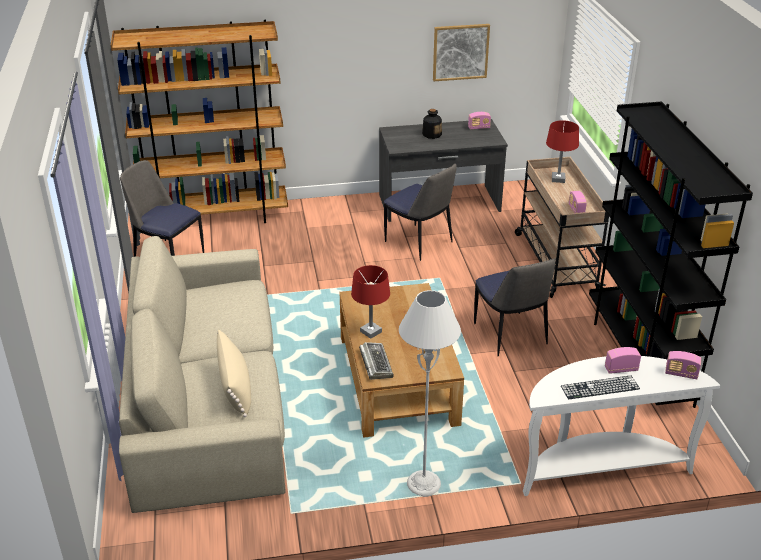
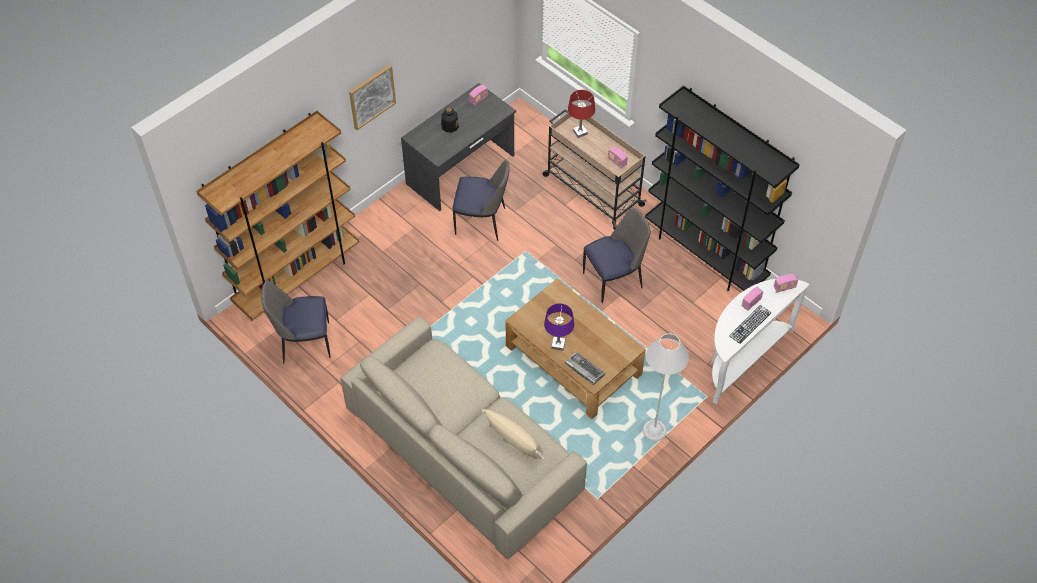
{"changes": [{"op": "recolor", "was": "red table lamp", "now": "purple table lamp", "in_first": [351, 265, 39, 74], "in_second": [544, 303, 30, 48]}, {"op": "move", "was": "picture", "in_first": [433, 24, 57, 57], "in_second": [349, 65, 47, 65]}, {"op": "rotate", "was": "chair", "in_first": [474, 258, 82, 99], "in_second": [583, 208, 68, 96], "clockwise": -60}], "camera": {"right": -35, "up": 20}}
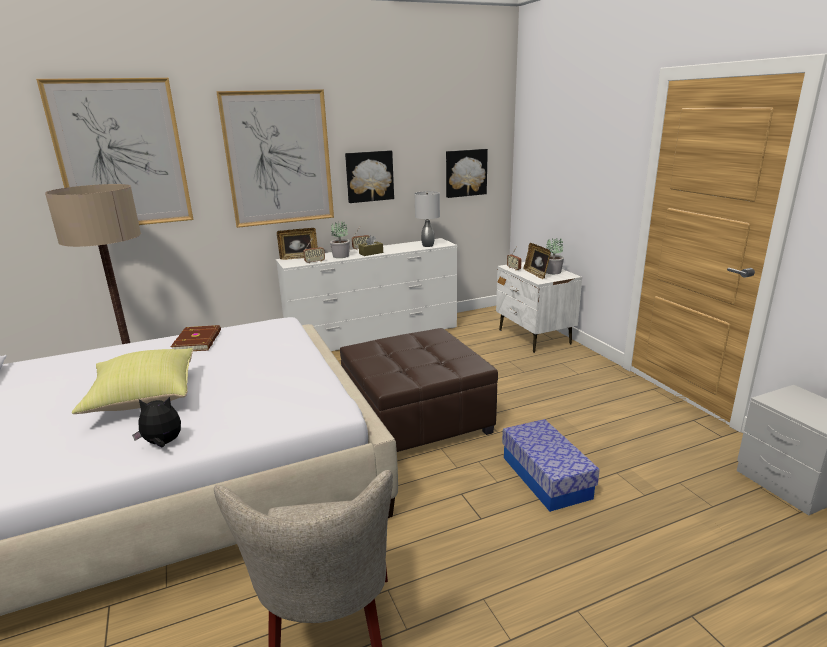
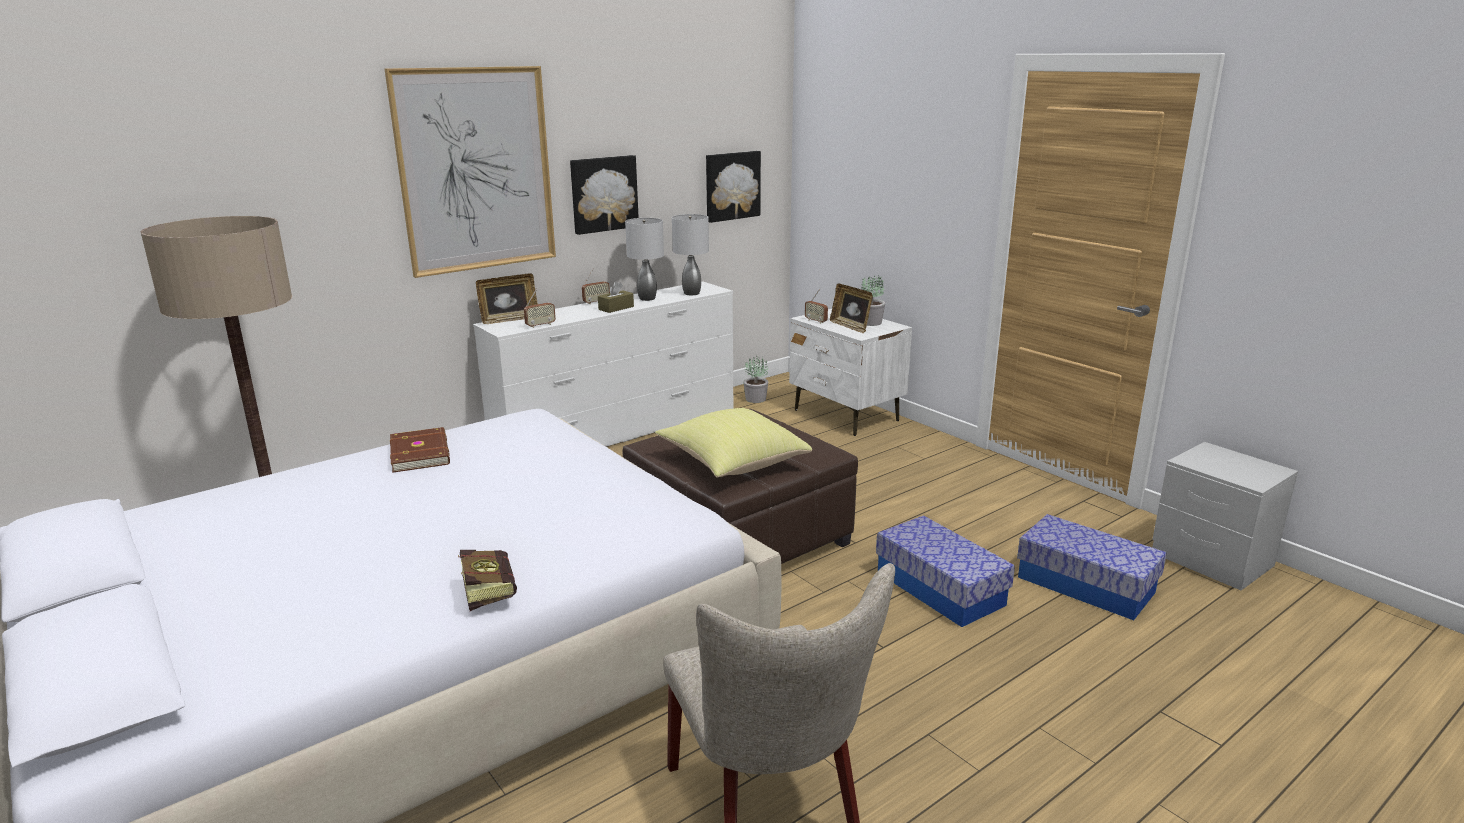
{"changes": [{"op": "delete", "was": "picture", "in_first": [36, 78, 157, 147]}, {"op": "move", "was": "yellow pillow", "in_first": [72, 348, 121, 66], "in_second": [655, 408, 157, 70]}, {"op": "replace", "was": "plush toy", "now": "book", "in_first": [132, 397, 49, 50], "in_second": [458, 550, 59, 61]}, {"op": "move", "was": "potted plant", "in_first": [330, 222, 20, 36], "in_second": [743, 357, 25, 46]}, {"op": "insert", "now": "grey table lamp", "in_second": [625, 218, 39, 83]}, {"op": "insert", "now": "storage box", "in_second": [1017, 514, 150, 106]}], "camera": {"right": -15, "up": 0}}
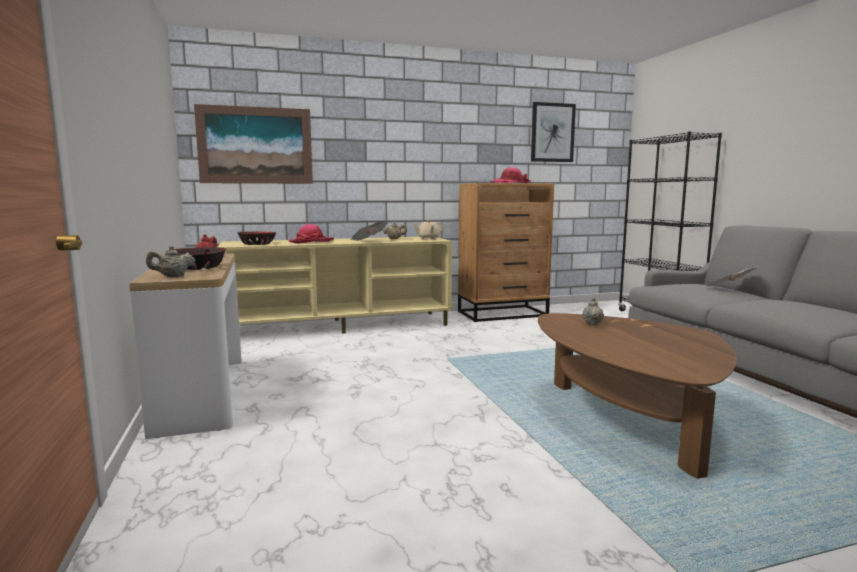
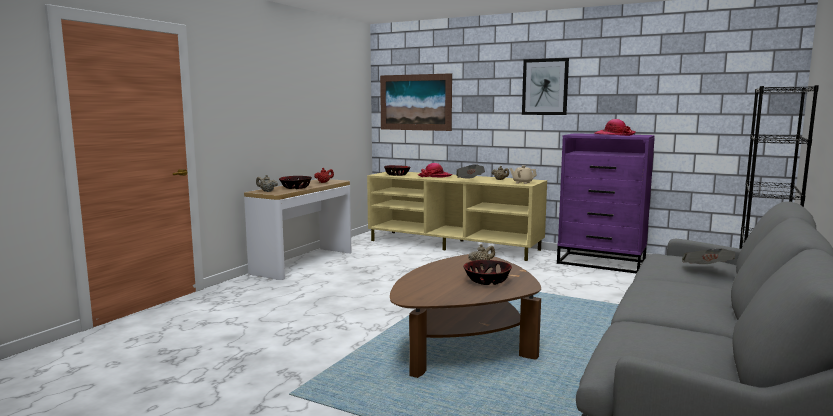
{"changes": [{"op": "recolor", "was": "brown dresser", "now": "purple dresser", "in_first": [458, 183, 96, 139], "in_second": [557, 133, 98, 141]}, {"op": "move", "was": "picture", "in_first": [531, 102, 45, 60], "in_second": [522, 58, 47, 57]}, {"op": "insert", "now": "bowl", "in_second": [464, 260, 48, 25]}], "camera": {"right": 45, "up": 0}}
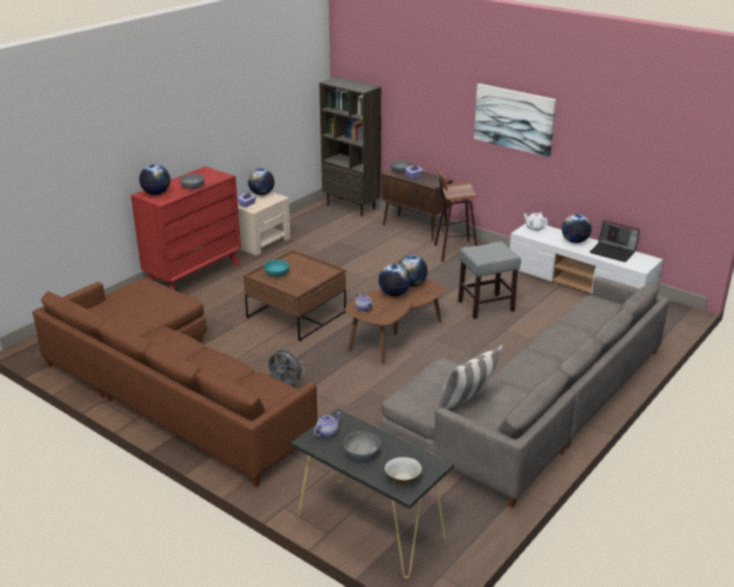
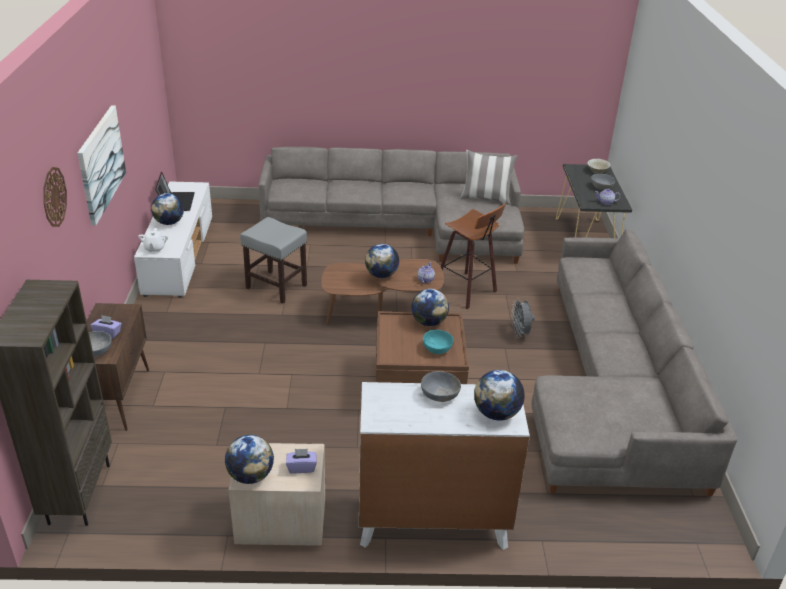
{"changes": [{"op": "recolor", "was": "brown sofa", "now": "grey sofa", "in_first": [32, 278, 286, 209], "in_second": [531, 229, 206, 267]}, {"op": "recolor", "was": "red dresser", "now": "white dresser", "in_first": [131, 166, 110, 124], "in_second": [359, 382, 171, 168]}, {"op": "move", "was": "globe", "in_first": [398, 255, 30, 32], "in_second": [411, 289, 38, 37]}, {"op": "move", "was": "stool", "in_first": [434, 166, 44, 96], "in_second": [440, 204, 66, 105]}, {"op": "insert", "now": "wall clock", "in_second": [44, 167, 23, 60]}], "camera": {"right": -130, "up": 5}}
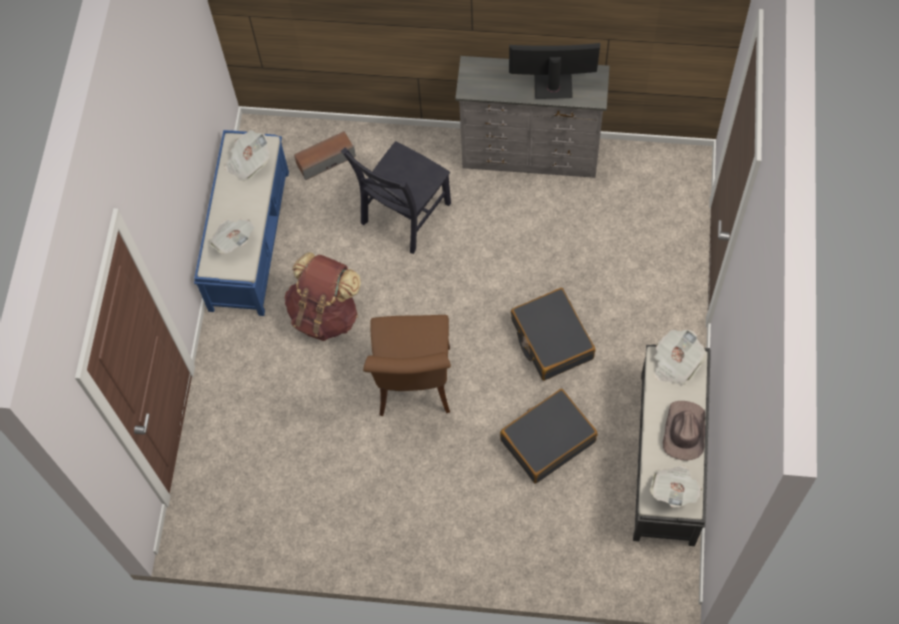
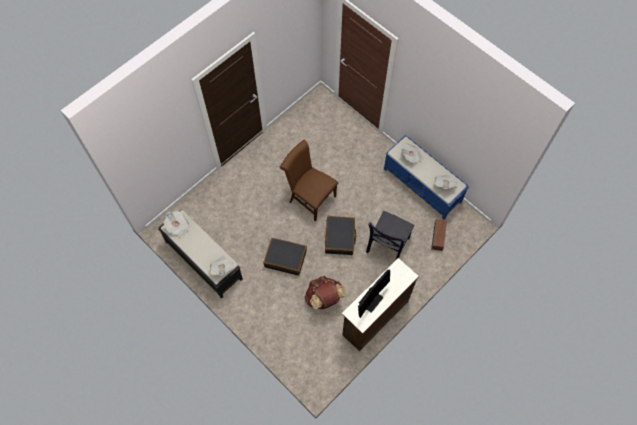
{"changes": [{"op": "move", "was": "brown backpack", "in_first": [285, 252, 76, 89], "in_second": [305, 276, 41, 33]}, {"op": "rotate", "was": "black chair", "in_first": [341, 141, 110, 113], "in_second": [366, 211, 48, 48], "clockwise": -135}, {"op": "recolor", "was": "grey dresser", "now": "brown dresser", "in_first": [455, 56, 155, 122], "in_second": [342, 258, 77, 93]}, {"op": "move", "was": "black suitcase", "in_first": [500, 389, 98, 95], "in_second": [325, 216, 31, 39]}, {"op": "delete", "was": "brown hat", "in_first": [663, 401, 42, 60]}], "camera": {"right": 125, "up": 0}}
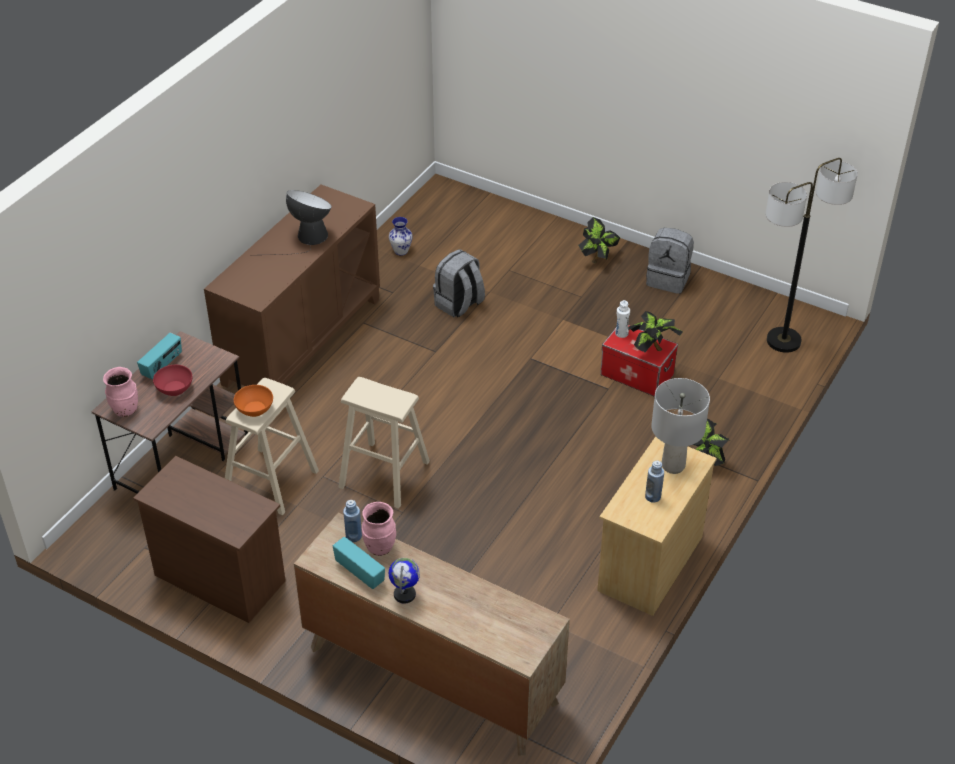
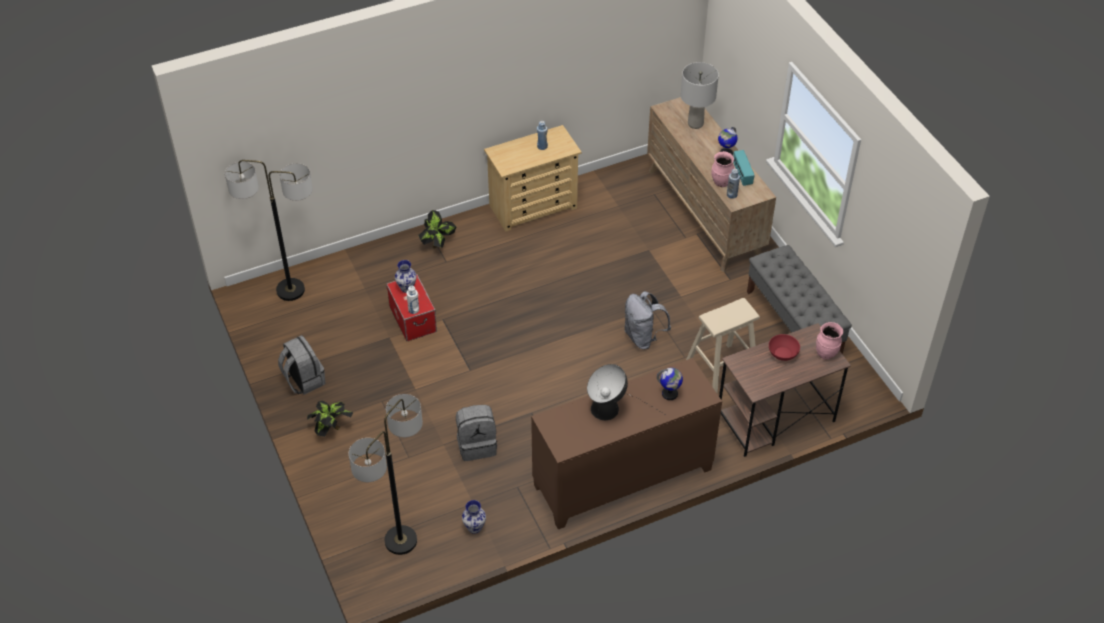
{"changes": [{"op": "replace", "was": "brown dresser", "now": "grey bench", "in_first": [133, 456, 153, 167], "in_second": [747, 245, 105, 109]}, {"op": "delete", "was": "radio", "in_first": [137, 333, 45, 47]}, {"op": "delete", "was": "orange bowl", "in_first": [234, 385, 39, 32]}, {"op": "replace", "was": "beige stool", "now": "grey backpack", "in_first": [338, 377, 92, 132], "in_second": [625, 291, 46, 58]}, {"op": "replace", "was": "potted plant", "now": "vase", "in_first": [628, 311, 55, 41], "in_second": [395, 260, 21, 33]}, {"op": "move", "was": "grey table lamp", "in_first": [651, 378, 59, 96], "in_second": [681, 62, 38, 67]}, {"op": "insert", "now": "floor lamp", "in_second": [349, 394, 74, 161]}, {"op": "insert", "now": "globe", "in_second": [657, 368, 26, 32]}], "camera": {"right": -145, "up": 5}}
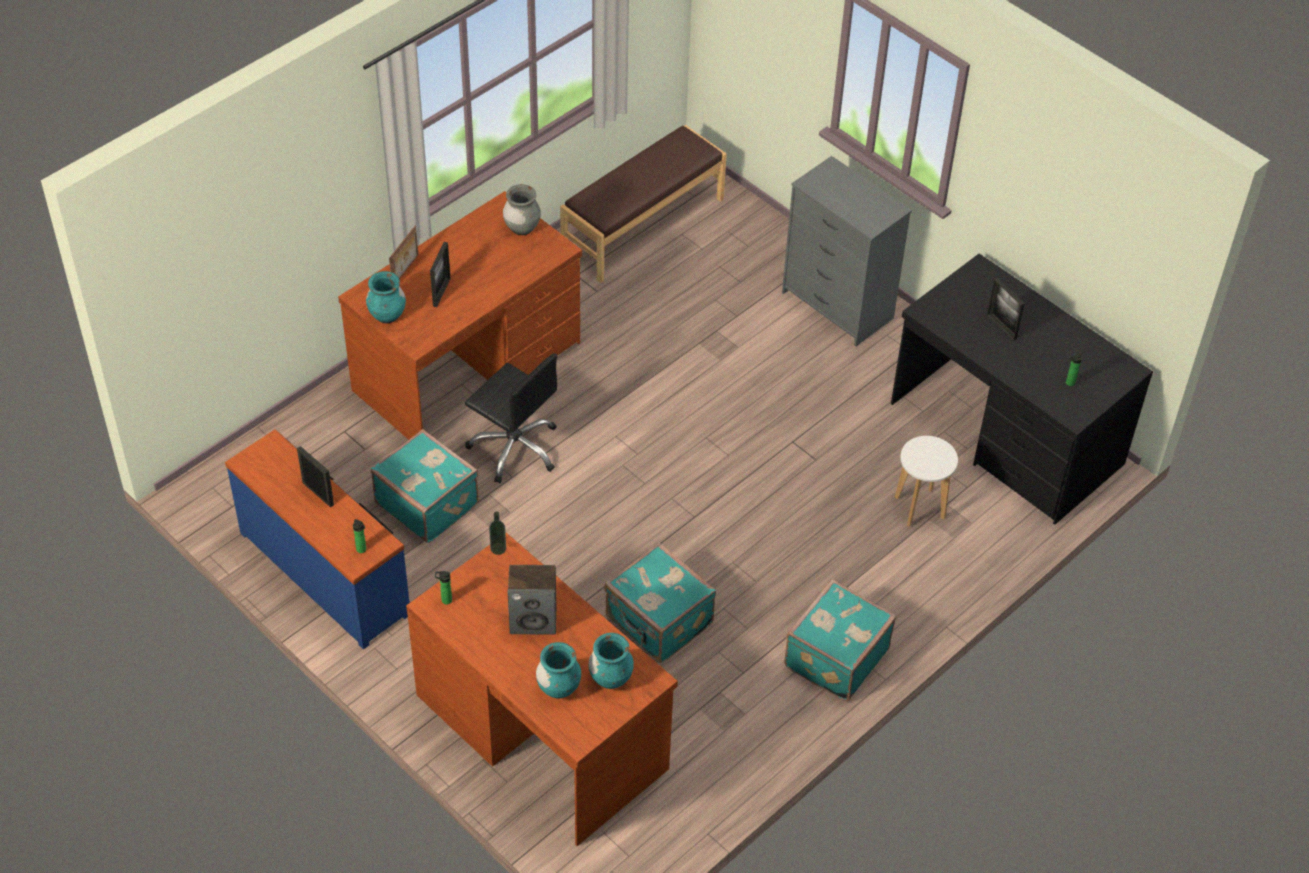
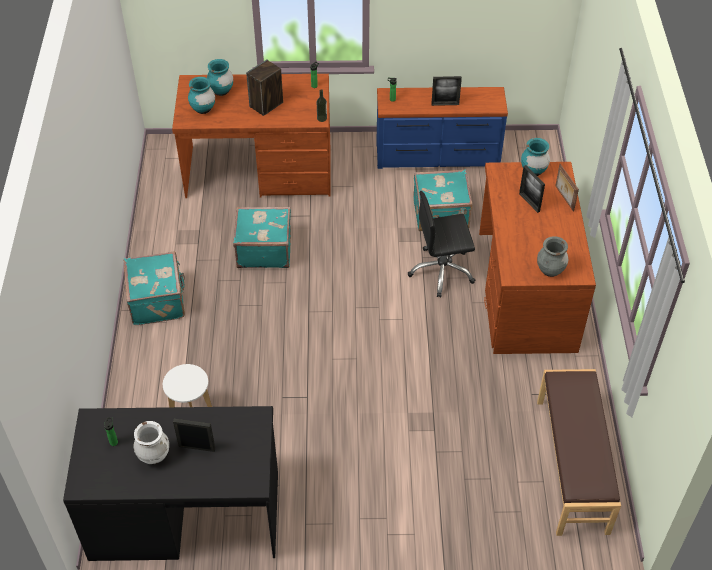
{"changes": [{"op": "delete", "was": "grey dresser", "in_first": [782, 156, 130, 191]}, {"op": "insert", "now": "white vase", "in_second": [133, 421, 36, 43]}], "camera": {"right": 135, "up": 0}}
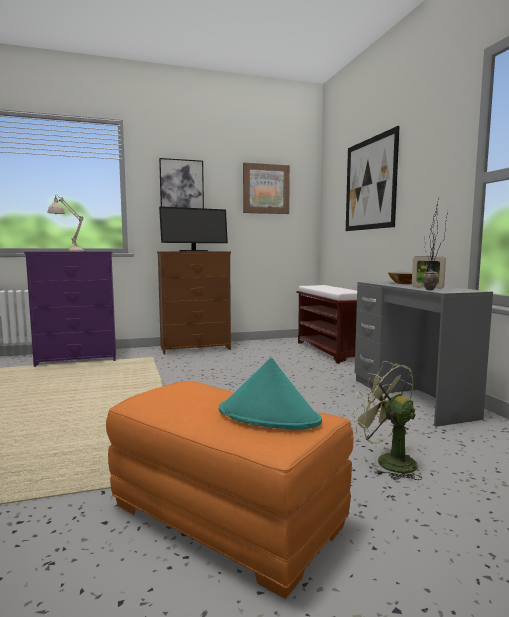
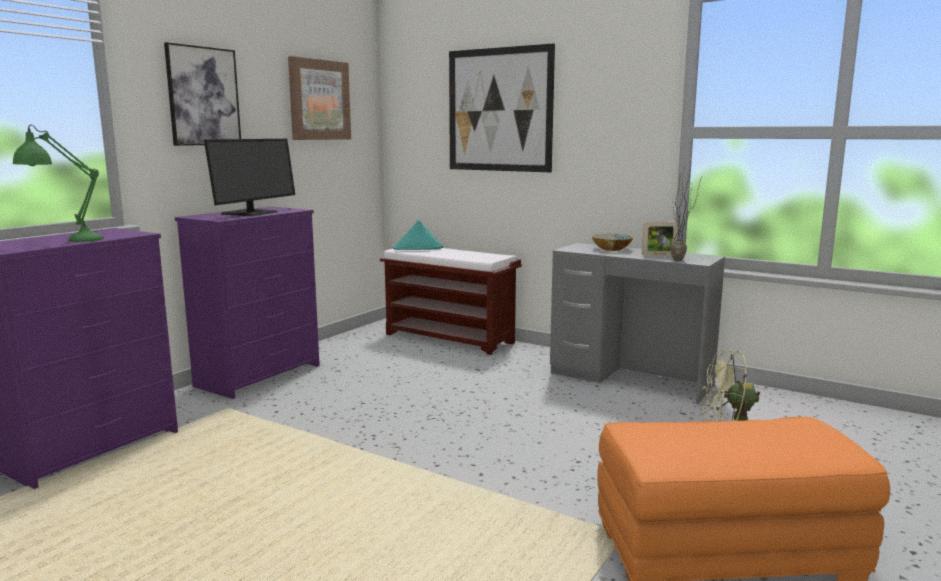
{"changes": [{"op": "recolor", "was": "beige table lamp", "now": "green table lamp", "in_first": [47, 195, 37, 56], "in_second": [13, 124, 91, 118]}, {"op": "recolor", "was": "brown dresser", "now": "purple dresser", "in_first": [157, 251, 74, 103], "in_second": [175, 206, 145, 193]}, {"op": "move", "was": "turquoise hat", "in_first": [219, 358, 103, 72], "in_second": [393, 220, 50, 30]}], "camera": {"right": -40, "up": 5}}
